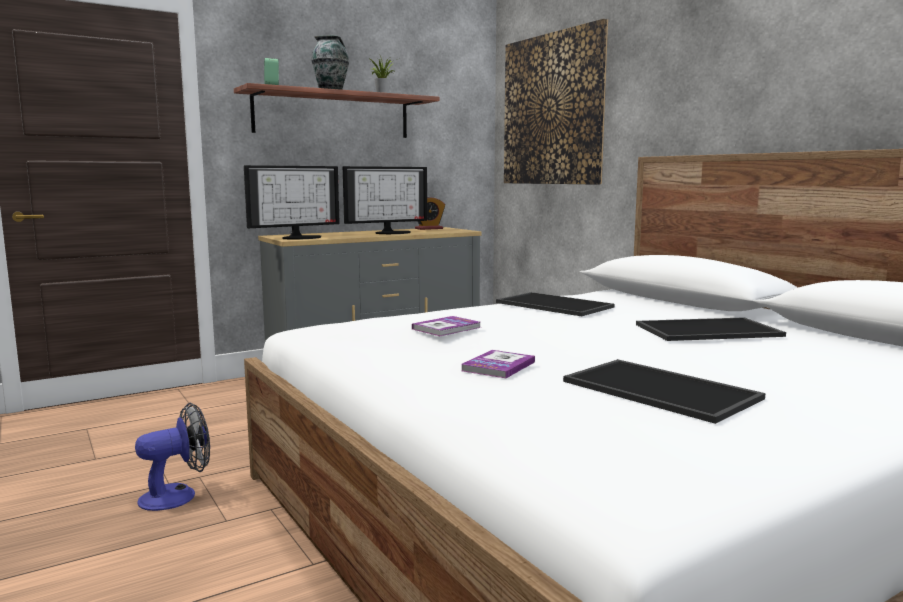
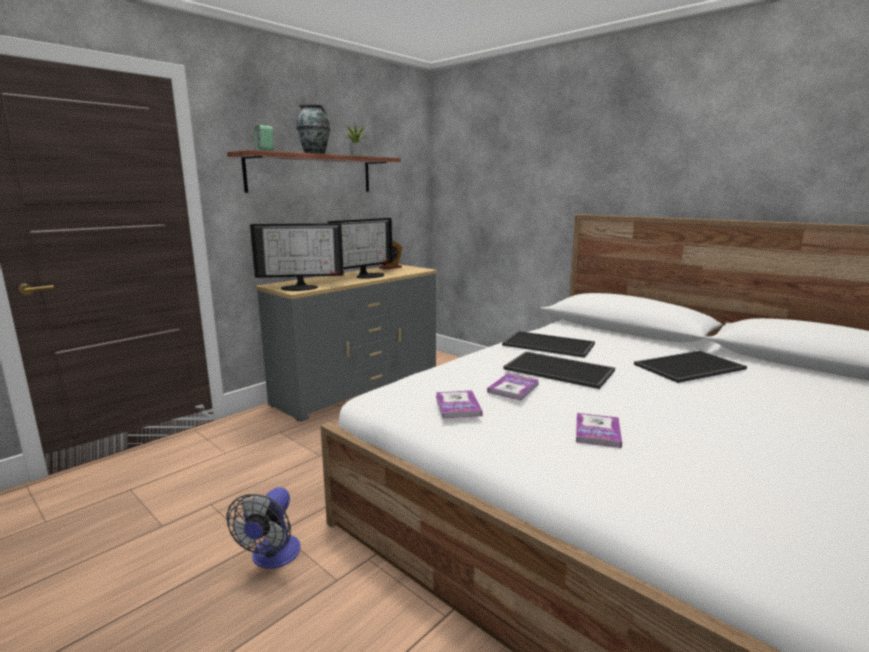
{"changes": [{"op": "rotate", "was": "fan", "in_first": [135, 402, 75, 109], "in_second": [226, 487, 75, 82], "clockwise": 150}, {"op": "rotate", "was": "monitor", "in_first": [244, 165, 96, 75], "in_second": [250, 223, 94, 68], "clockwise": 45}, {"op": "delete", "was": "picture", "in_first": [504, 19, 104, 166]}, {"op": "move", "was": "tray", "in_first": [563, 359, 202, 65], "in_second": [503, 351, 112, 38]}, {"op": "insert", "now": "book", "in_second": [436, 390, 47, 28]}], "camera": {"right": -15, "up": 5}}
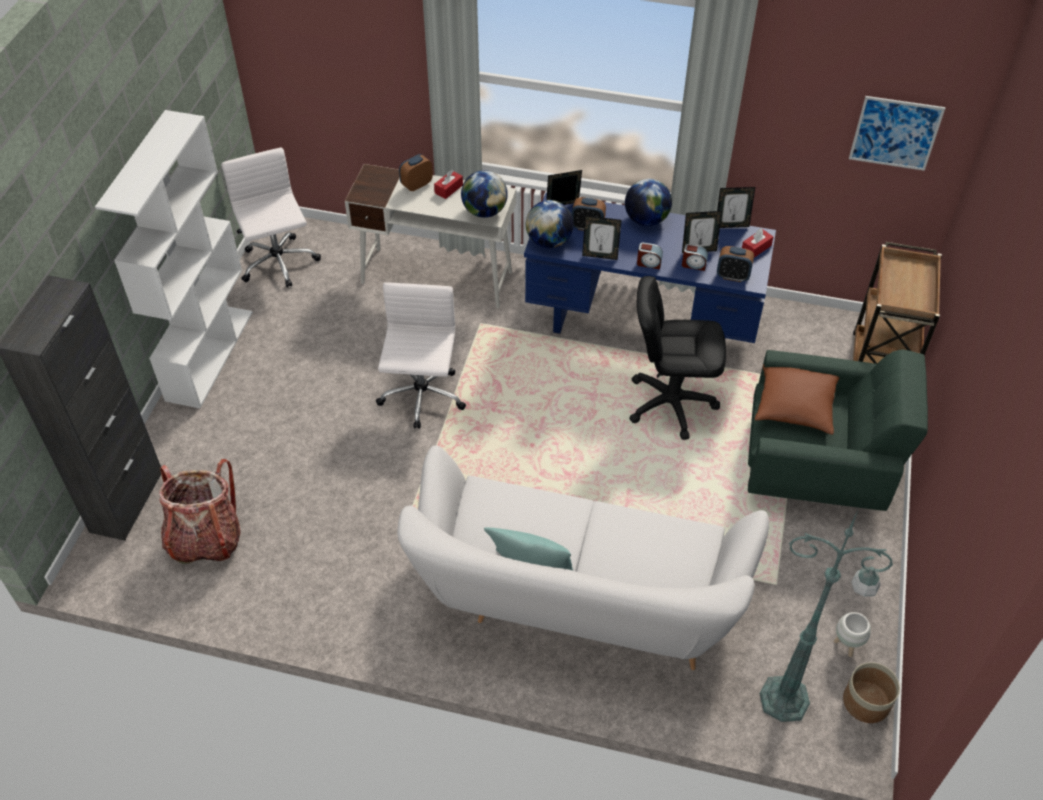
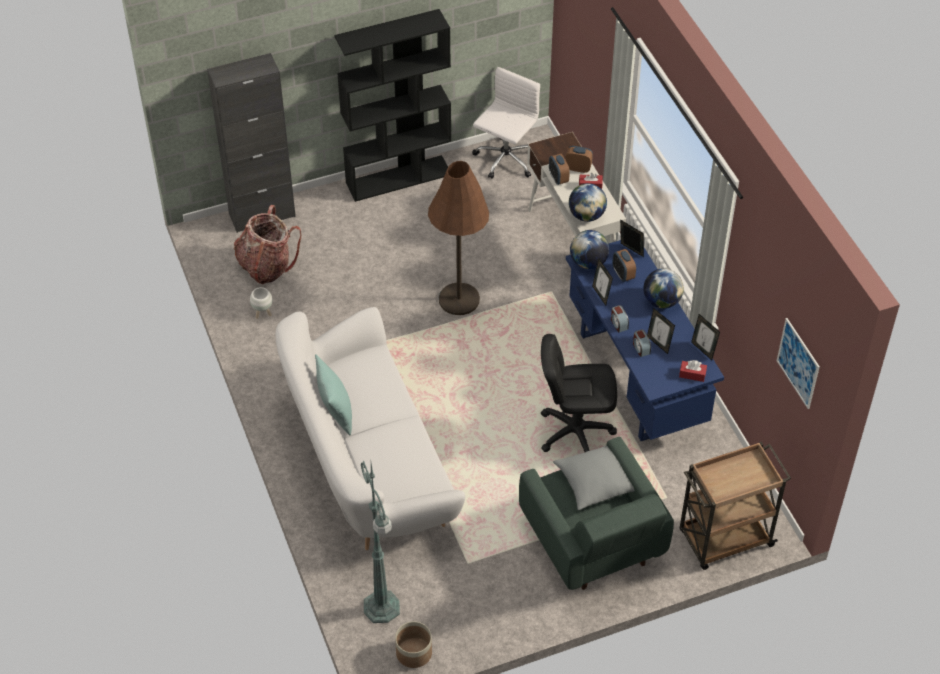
{"changes": [{"op": "recolor", "was": "white bookcase", "now": "black bookcase", "in_first": [95, 110, 158, 298], "in_second": [334, 9, 117, 193]}, {"op": "replace", "was": "white office chair", "now": "brown floor lamp", "in_first": [376, 282, 90, 147], "in_second": [428, 161, 61, 154]}, {"op": "rotate", "was": "black office chair", "in_first": [629, 276, 97, 164], "in_second": [541, 334, 76, 118], "clockwise": -60}, {"op": "move", "was": "alarm clock", "in_first": [717, 246, 37, 36], "in_second": [549, 154, 21, 31]}, {"op": "recolor", "was": "brown pillow", "now": "grey pillow", "in_first": [755, 364, 84, 71], "in_second": [553, 445, 82, 65]}, {"op": "move", "was": "white planter", "in_first": [834, 612, 37, 45], "in_second": [250, 287, 23, 32]}], "camera": {"right": 55, "up": 0}}
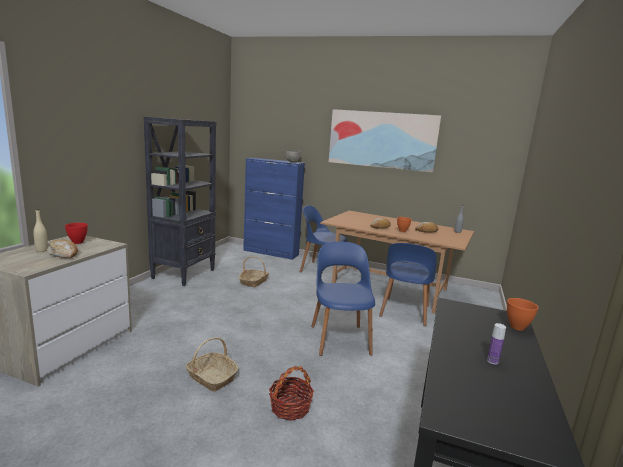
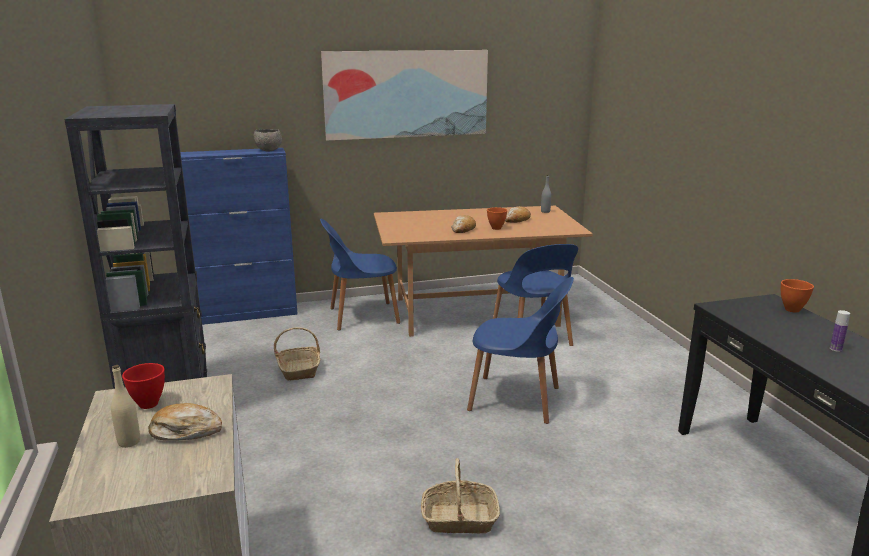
{"changes": [{"op": "delete", "was": "basket", "in_first": [269, 366, 45, 55]}, {"op": "rotate", "was": "blue chair", "in_first": [311, 242, 64, 114], "in_second": [467, 277, 107, 147], "clockwise": 150}], "camera": {"right": -35, "up": 5}}
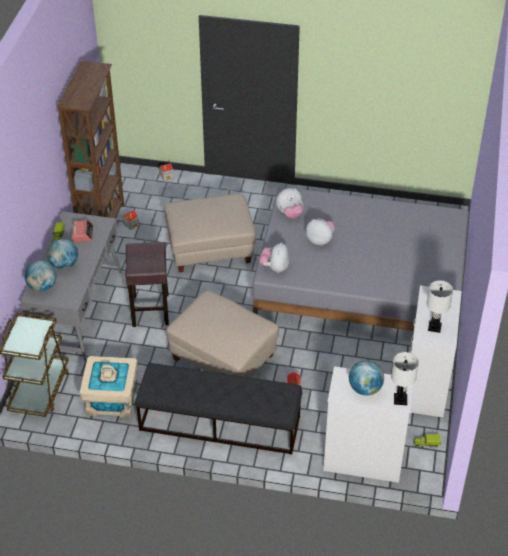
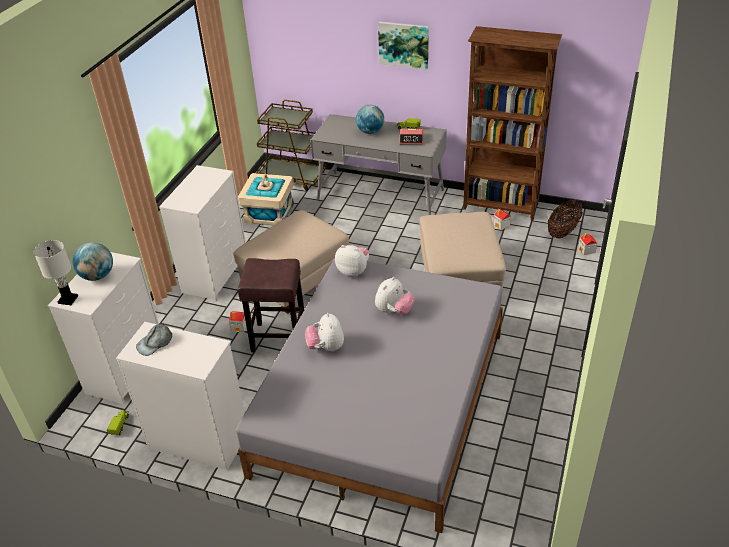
{"changes": [{"op": "delete", "was": "globe", "in_first": [25, 260, 31, 32]}, {"op": "move", "was": "brown stool", "in_first": [125, 242, 44, 85], "in_second": [238, 258, 66, 94]}, {"op": "replace", "was": "black bench", "now": "white dresser", "in_first": [135, 363, 167, 91], "in_second": [159, 165, 87, 135]}, {"op": "move", "was": "plush toy", "in_first": [276, 188, 27, 31], "in_second": [305, 313, 39, 39]}, {"op": "replace", "was": "white table lamp", "now": "grey cap", "in_first": [427, 280, 26, 53], "in_second": [136, 323, 36, 33]}, {"op": "insert", "now": "picture", "in_second": [378, 22, 51, 47]}, {"op": "insert", "now": "basket", "in_second": [548, 200, 35, 38]}], "camera": {"right": 100, "up": -5}}
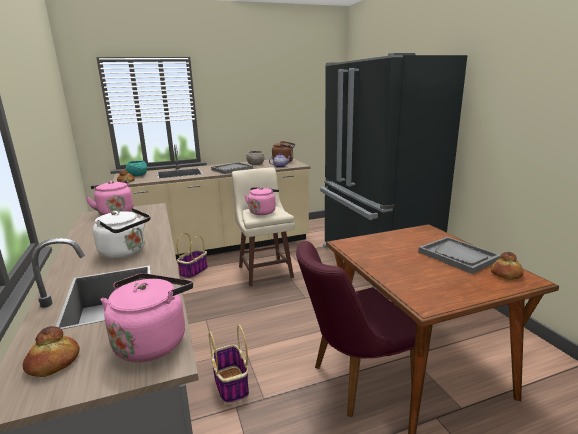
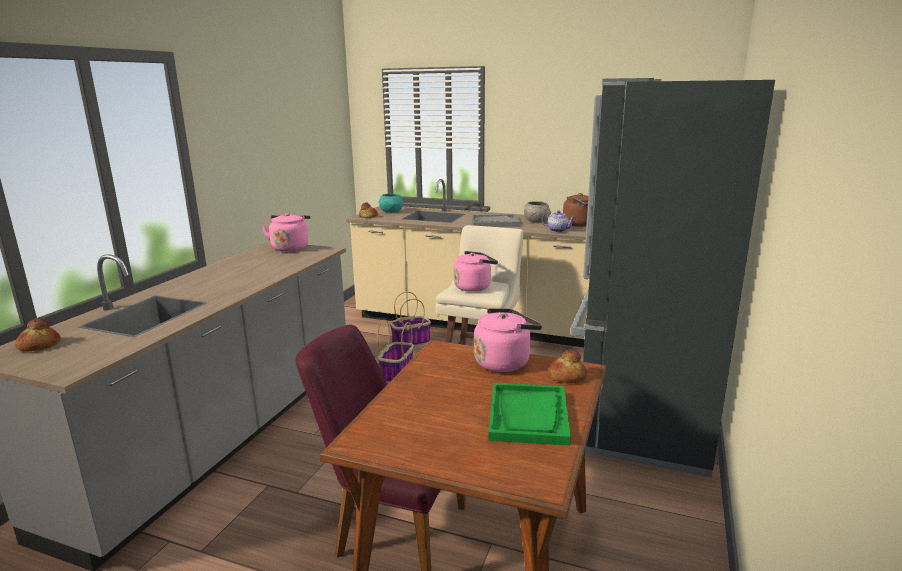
{"changes": [{"op": "delete", "was": "white kettle", "in_first": [93, 208, 58, 51]}, {"op": "move", "was": "pink kettle", "in_first": [101, 273, 92, 89], "in_second": [474, 308, 68, 64]}, {"op": "move", "was": "basket", "in_first": [209, 325, 40, 79], "in_second": [377, 320, 37, 63]}, {"op": "recolor", "was": "grey tray", "now": "green tray", "in_first": [418, 237, 82, 37], "in_second": [488, 383, 83, 63]}, {"op": "move", "was": "bread", "in_first": [491, 252, 33, 28], "in_second": [549, 349, 38, 34]}], "camera": {"right": 40, "up": 0}}
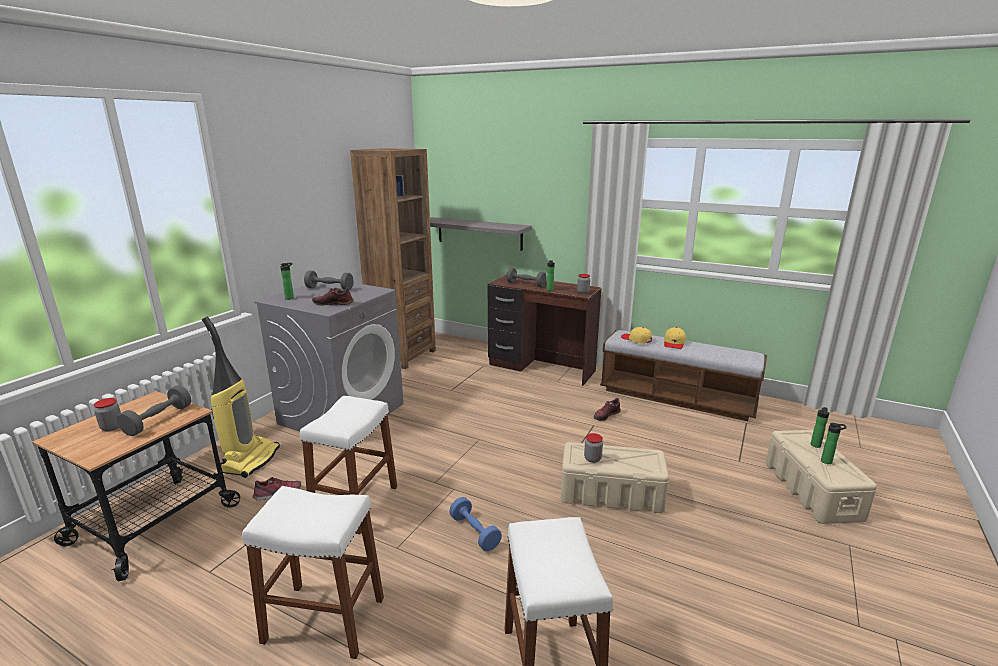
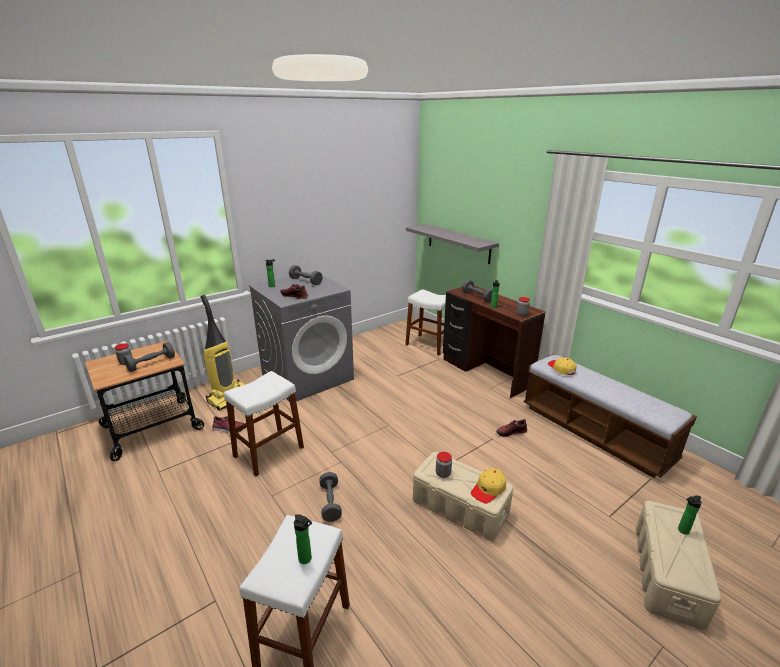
{"changes": [{"op": "move", "was": "white stool", "in_first": [242, 486, 142, 173], "in_second": [405, 289, 41, 66]}, {"op": "delete", "was": "brown bookcase", "in_first": [350, 148, 86, 221]}, {"op": "recolor", "was": "blue dumbbell", "now": "grey dumbbell", "in_first": [449, 497, 53, 54], "in_second": [319, 472, 23, 50]}, {"op": "move", "was": "yellow cap", "in_first": [664, 327, 22, 22], "in_second": [471, 468, 35, 36]}, {"op": "move", "was": "bottle", "in_first": [821, 423, 26, 41], "in_second": [294, 514, 18, 50]}], "camera": {"right": 25, "up": 5}}
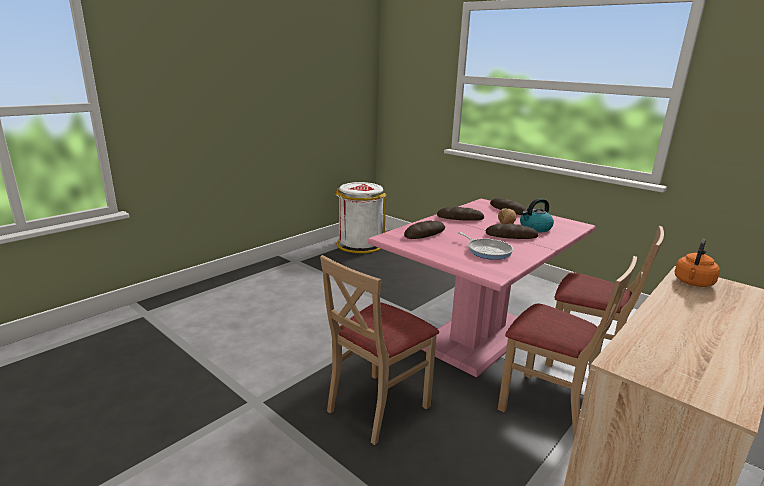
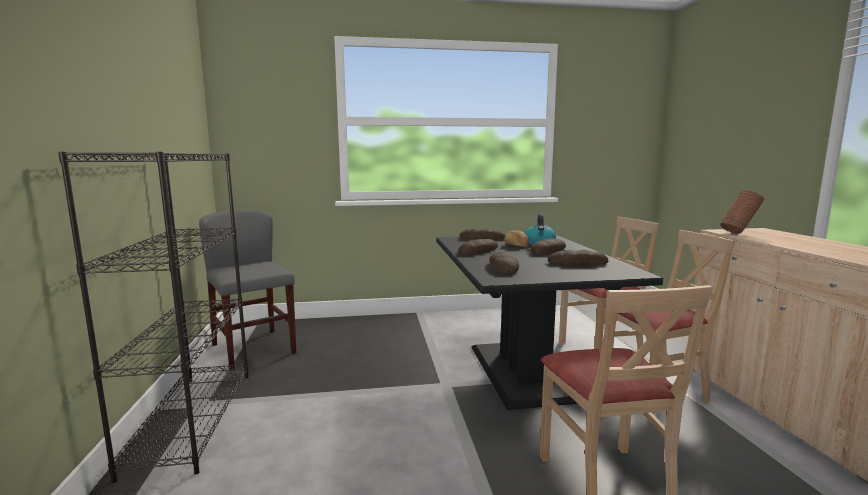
{"changes": [{"op": "replace", "was": "white trash can", "now": "grey chair", "in_first": [336, 182, 50, 71], "in_second": [199, 210, 97, 160]}, {"op": "recolor", "was": "pink dining table", "now": "black dining table", "in_first": [368, 199, 228, 178], "in_second": [436, 235, 227, 175]}, {"op": "replace", "was": "frying pan", "now": "bread", "in_first": [457, 232, 56, 28], "in_second": [548, 250, 60, 15]}, {"op": "replace", "was": "orange kettle", "now": "brown vase", "in_first": [675, 238, 45, 49], "in_second": [720, 190, 44, 44]}, {"op": "insert", "now": "black bookcase", "in_second": [58, 151, 191, 332]}], "camera": {"right": -50, "up": -10}}
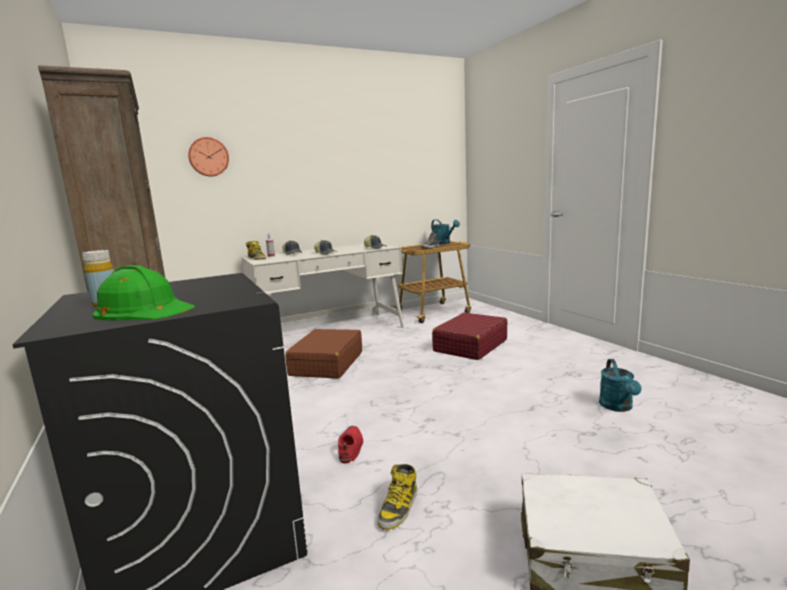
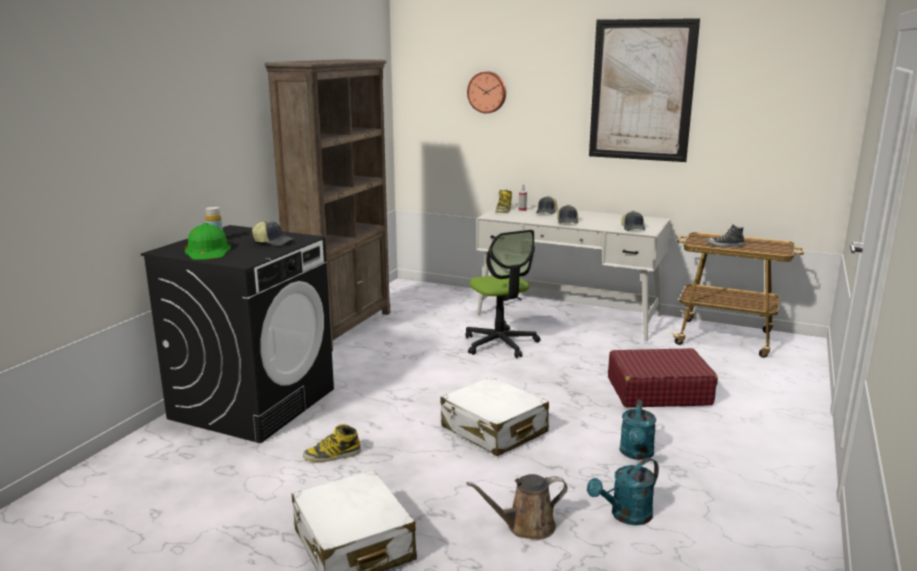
{"changes": [{"op": "replace", "was": "brown suitcase", "now": "office chair", "in_first": [285, 329, 77, 50], "in_second": [465, 230, 75, 128]}, {"op": "delete", "was": "red shoe", "in_first": [338, 426, 25, 37]}, {"op": "move", "was": "turquoise watering can", "in_first": [431, 219, 29, 25], "in_second": [620, 400, 36, 60]}, {"op": "insert", "now": "cap", "in_second": [252, 221, 42, 25]}, {"op": "insert", "now": "white suitcase", "in_second": [440, 376, 109, 80]}, {"op": "insert", "now": "brown watering can", "in_second": [466, 474, 102, 66]}, {"op": "insert", "now": "picture", "in_second": [589, 18, 111, 144]}], "camera": {"right": 50, "up": 5}}
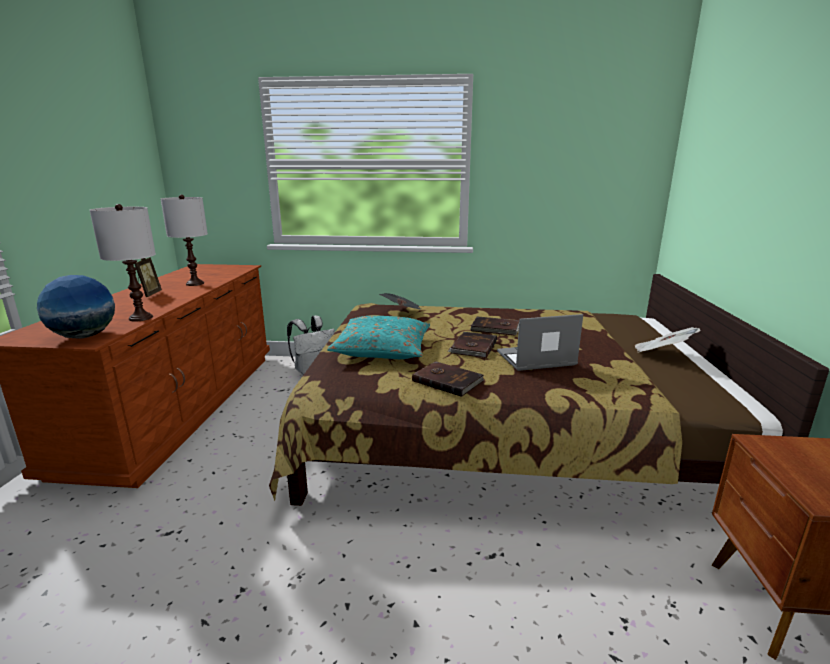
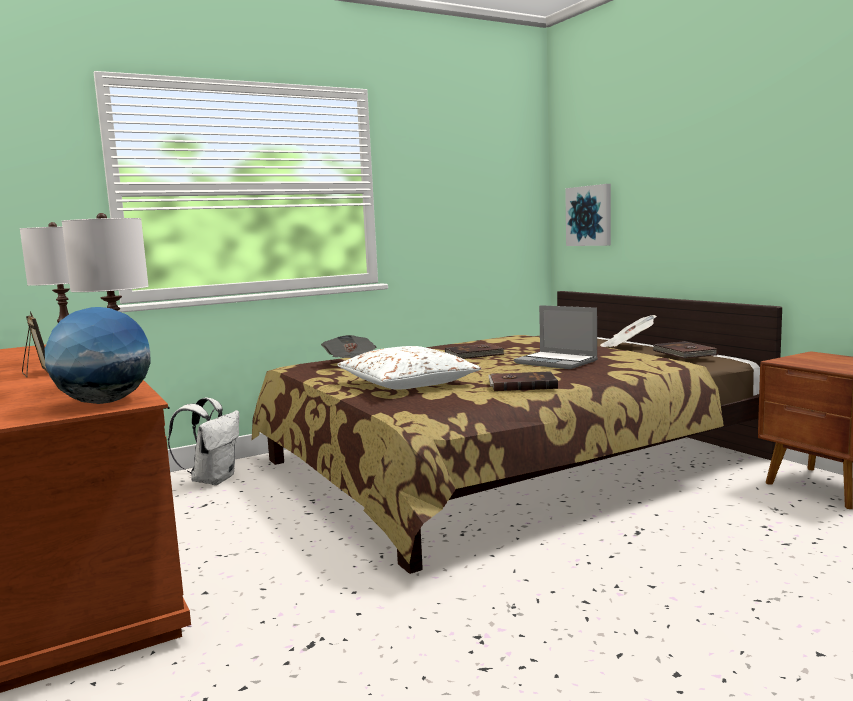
{"changes": [{"op": "recolor", "was": "turquoise pillow", "now": "white pillow", "in_first": [327, 316, 103, 43], "in_second": [337, 346, 144, 44]}, {"op": "move", "was": "brown book", "in_first": [448, 332, 49, 26], "in_second": [653, 341, 65, 18]}, {"op": "rotate", "was": "laptop", "in_first": [497, 314, 86, 57], "in_second": [514, 305, 84, 64], "clockwise": -90}, {"op": "insert", "now": "picture", "in_second": [565, 184, 46, 62]}], "camera": {"right": -35, "up": -10}}
